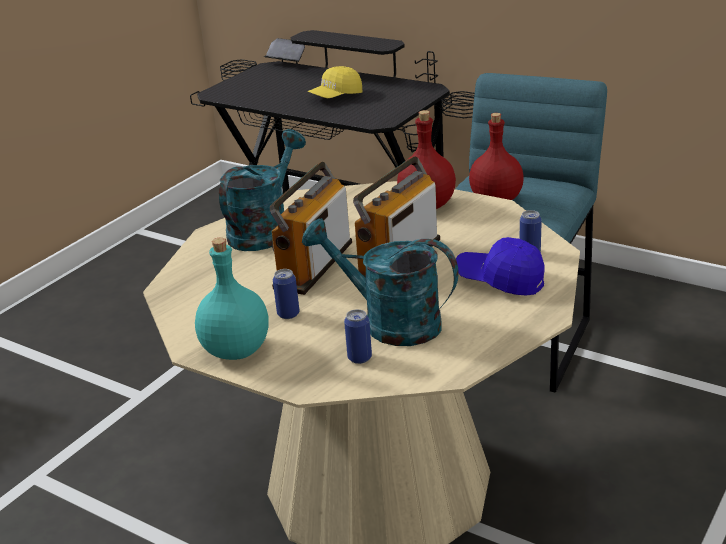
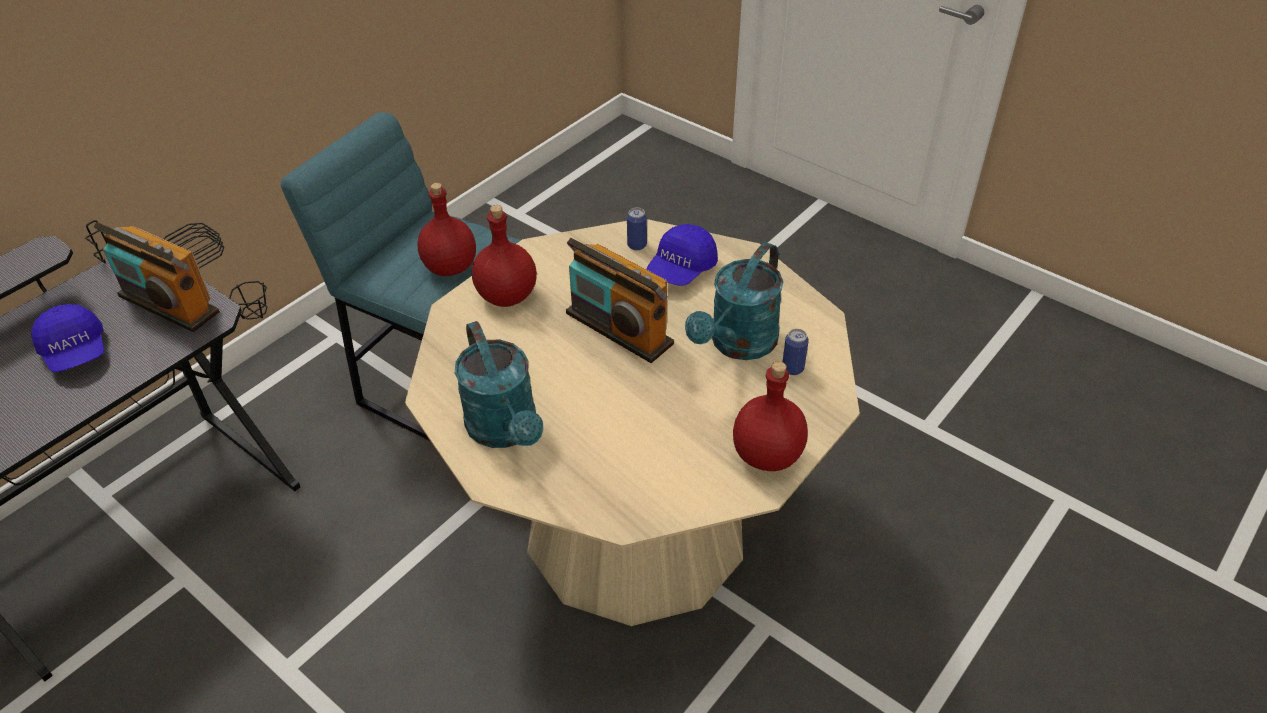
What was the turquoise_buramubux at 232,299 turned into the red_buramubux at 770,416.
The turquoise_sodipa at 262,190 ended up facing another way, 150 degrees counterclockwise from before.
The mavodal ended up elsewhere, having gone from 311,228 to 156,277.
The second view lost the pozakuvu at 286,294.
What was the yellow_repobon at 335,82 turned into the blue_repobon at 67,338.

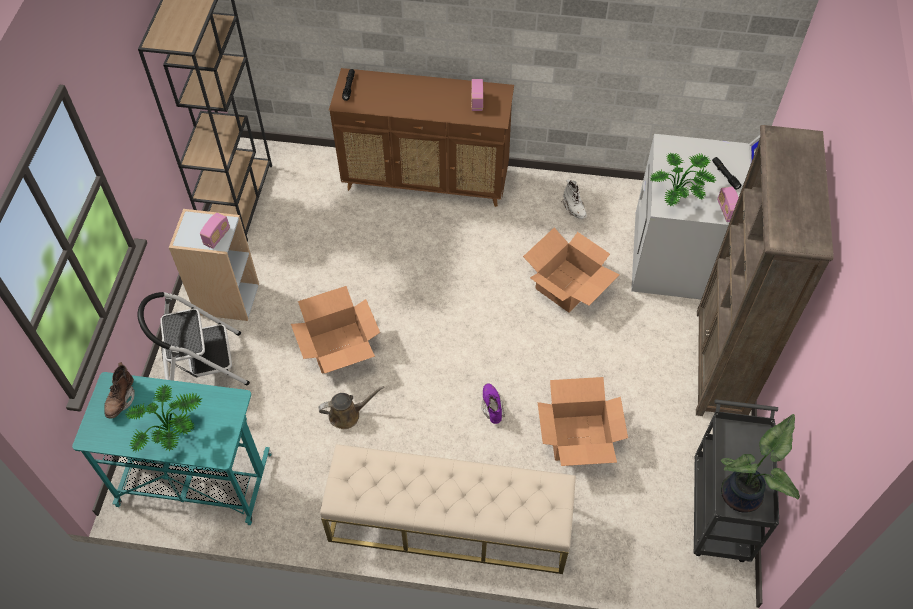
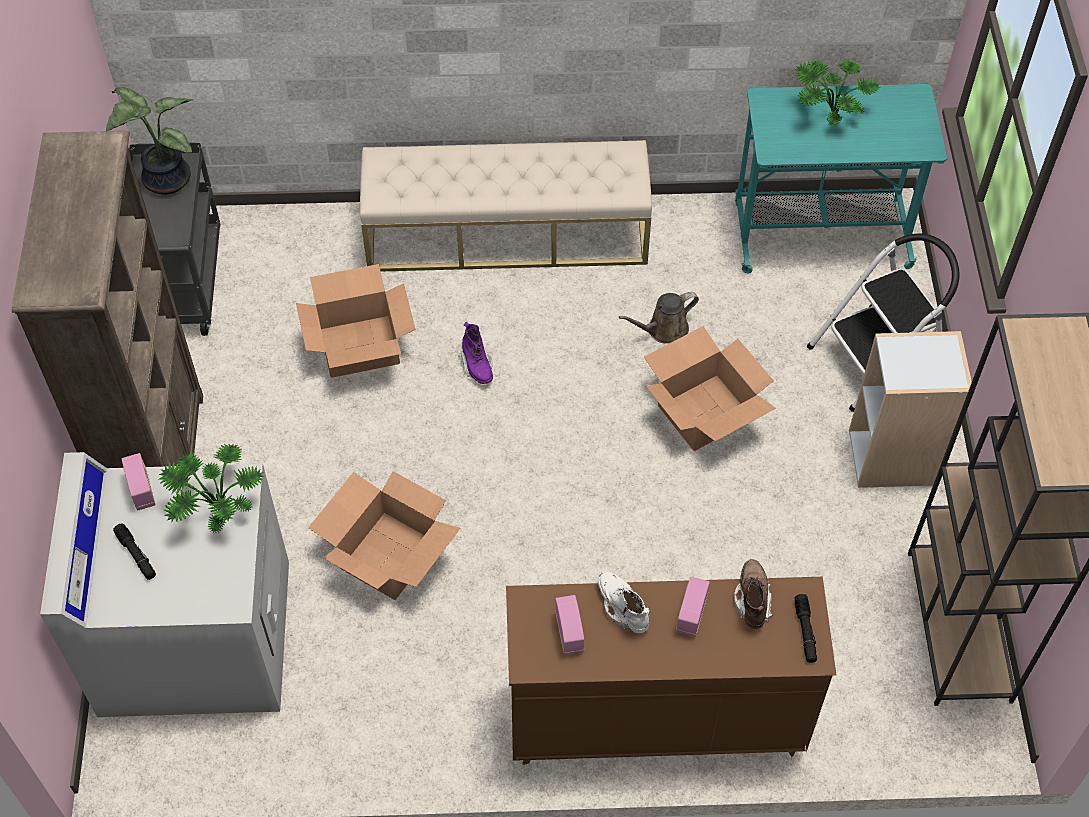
The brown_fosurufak ended up elsewhere, having gone from 119,390 to 753,594.
The mavodal ended up elsewhere, having gone from 215,231 to 693,607.
The white_fosurufak ended up elsewhere, having gone from 574,199 to 624,602.

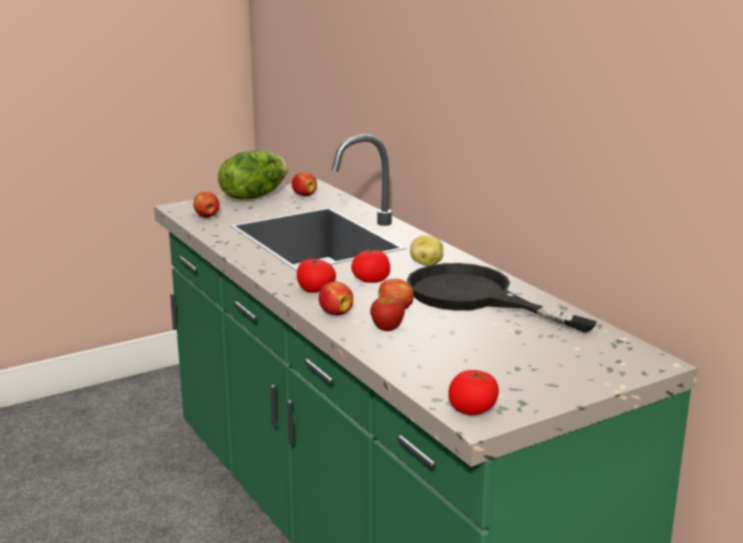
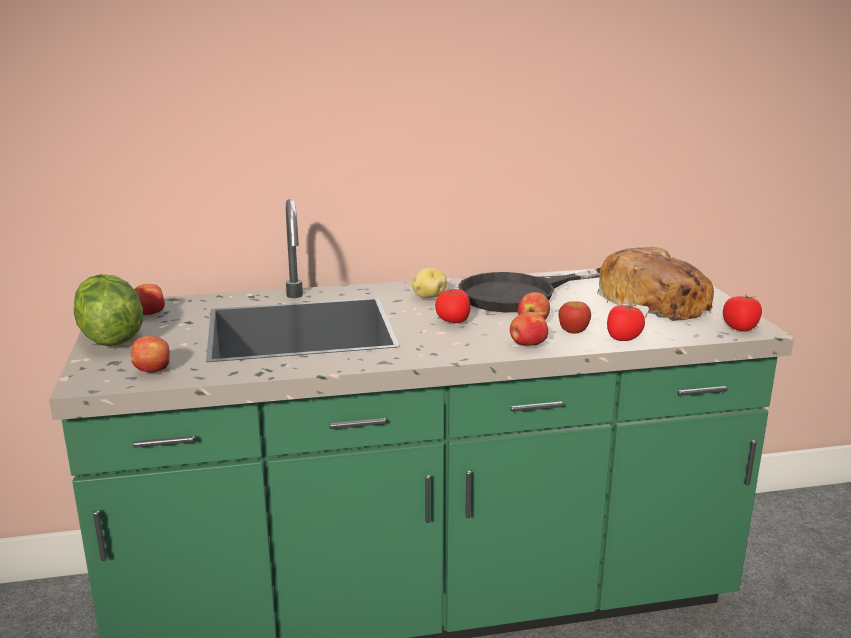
The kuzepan ended up elsewhere, having gone from 316,276 to 626,323.
The second view gained the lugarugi at 655,284.

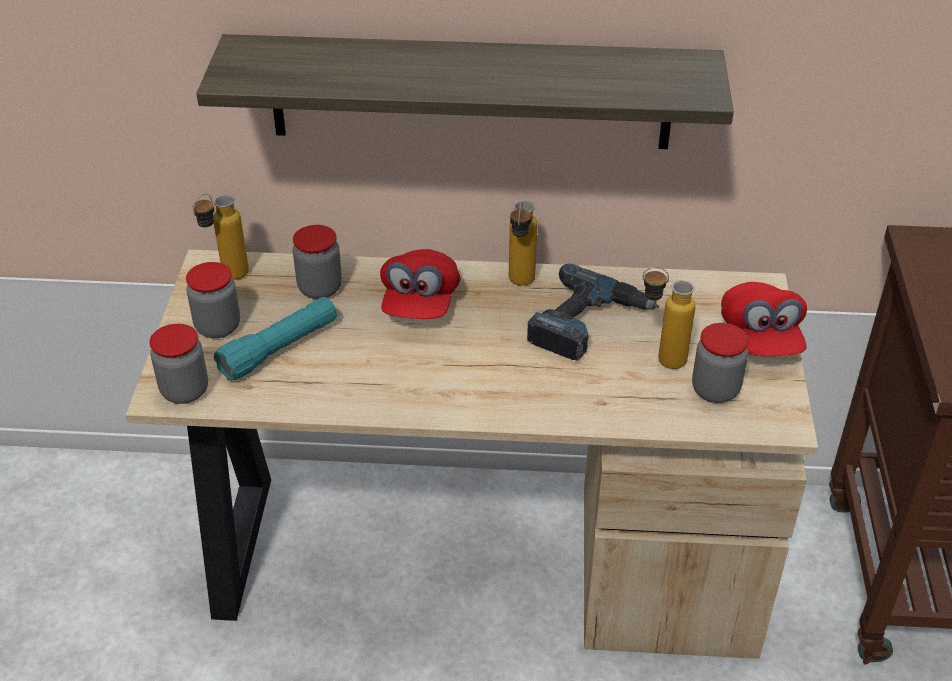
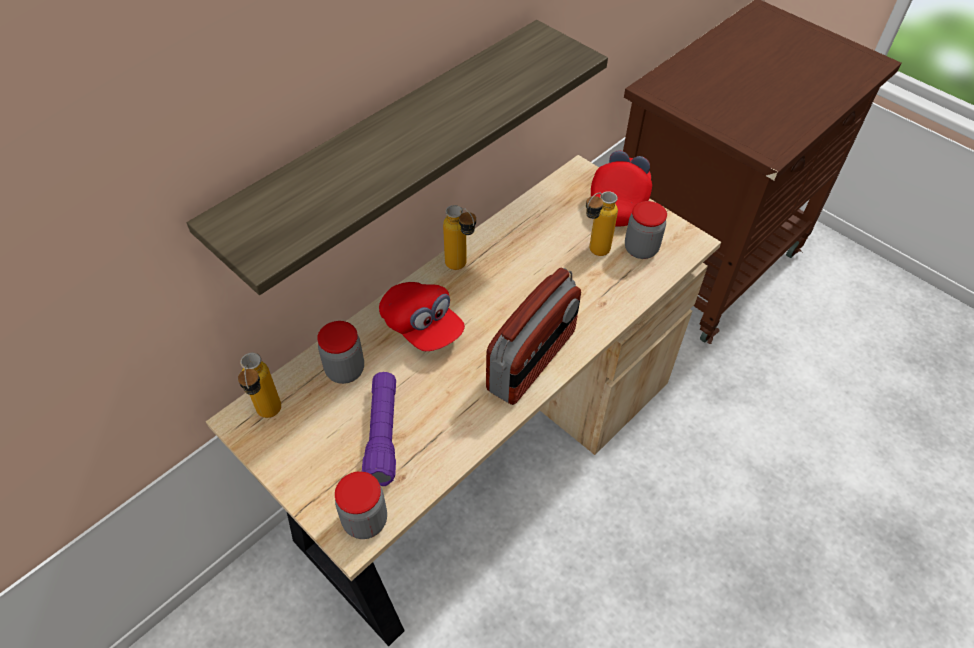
The second view lost the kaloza at 213,300.
What was the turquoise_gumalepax at 275,339 turned into the purple_gumalepax at 379,429.
The second view lost the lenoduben at 593,312.
The red_repobon at 764,319 ended up facing another way, 105 degrees counterclockwise from before.
The second view gained the mavodal at 533,336.

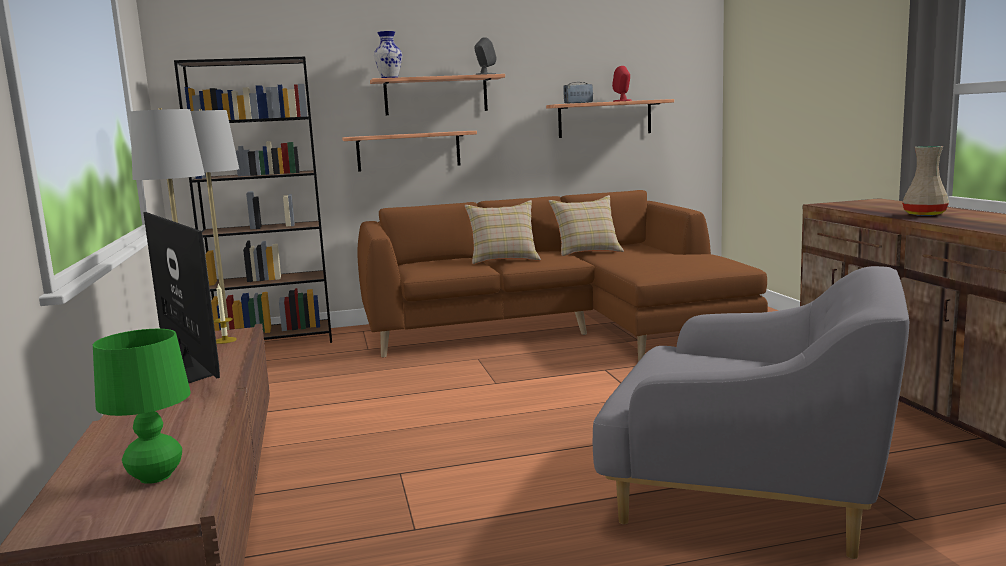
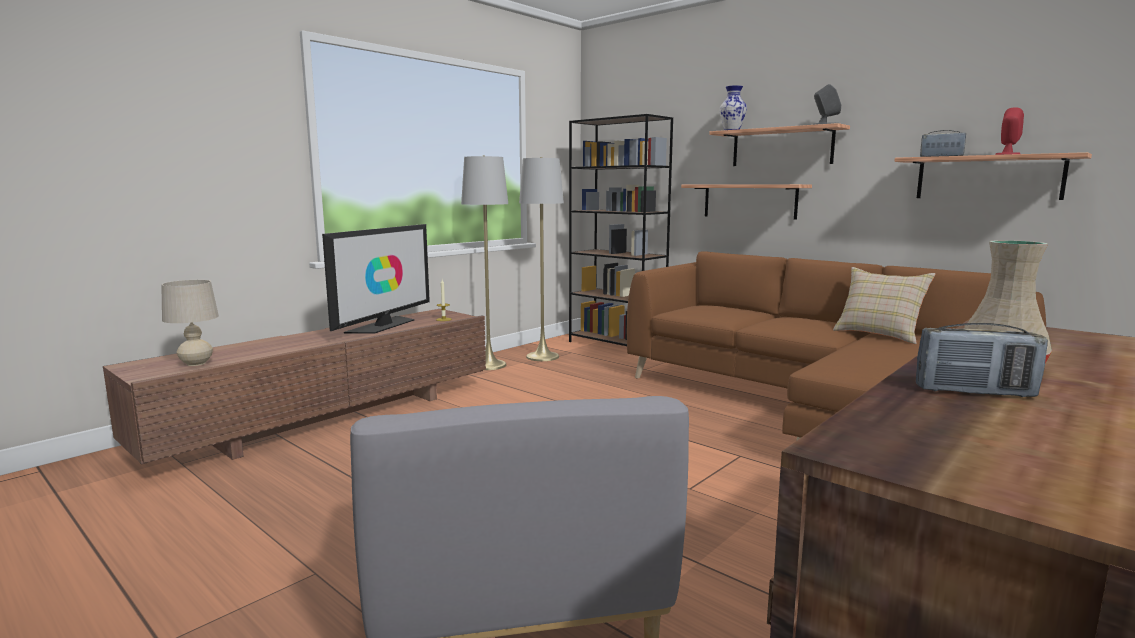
What was the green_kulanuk at 142,406 turned into the beige_kulanuk at 190,323.
The second view lost the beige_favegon at 503,232.
The second view gained the mavodal at 982,360.

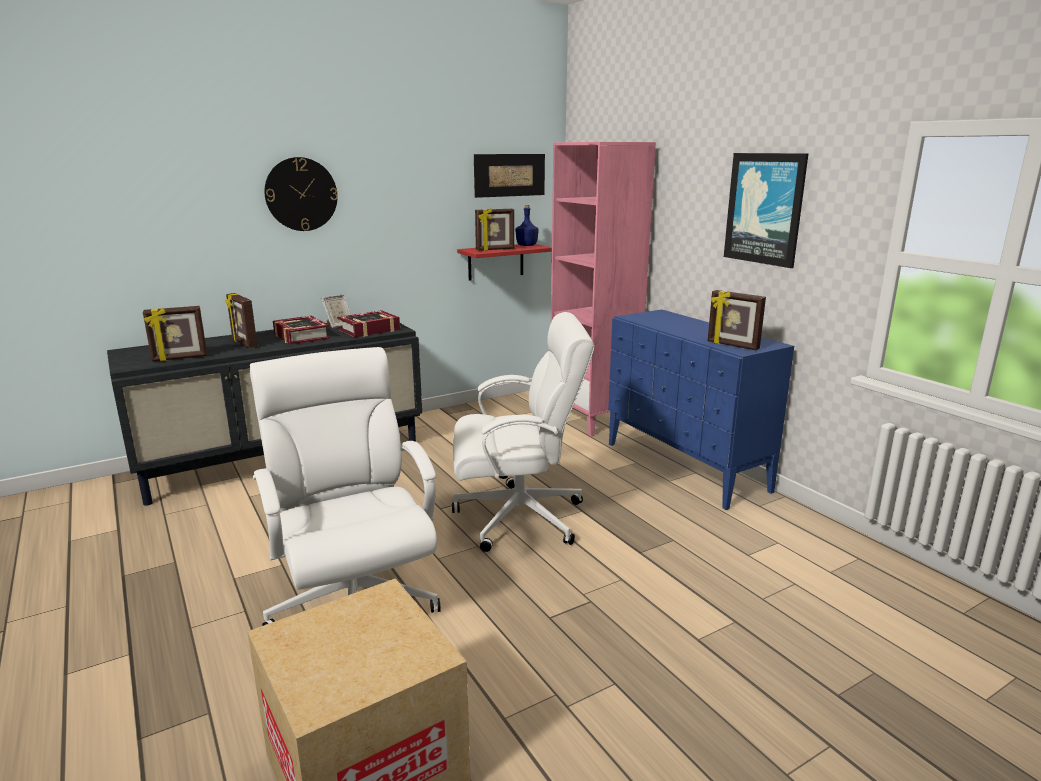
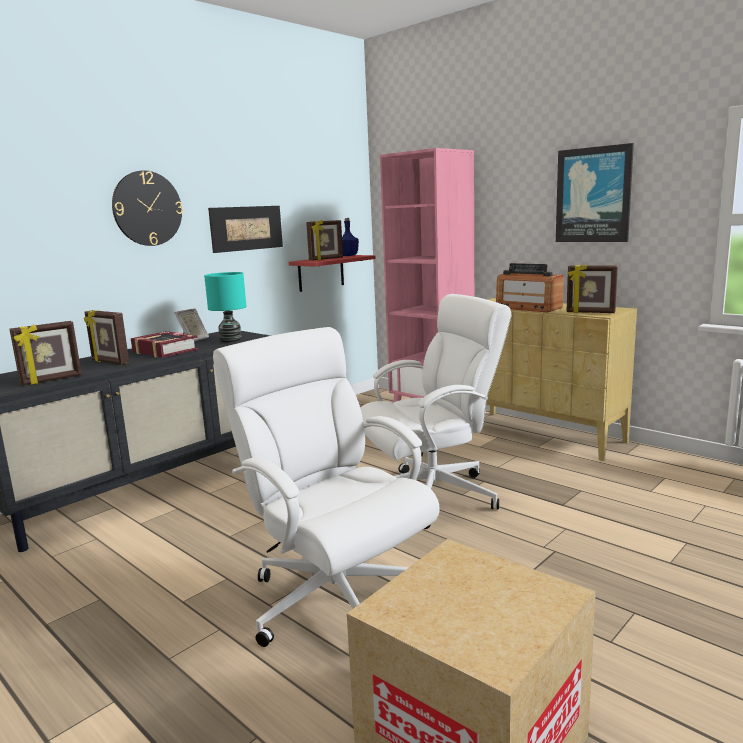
Where the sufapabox stood at 368,323, the turquoise_kulanuk came to stand at 225,307.
The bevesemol ended up elsewhere, having gone from 509,176 to 245,229.
What was the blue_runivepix at 701,409 turned into the beige_runivepix at 561,379.
The second view gained the mavodal at 530,288.

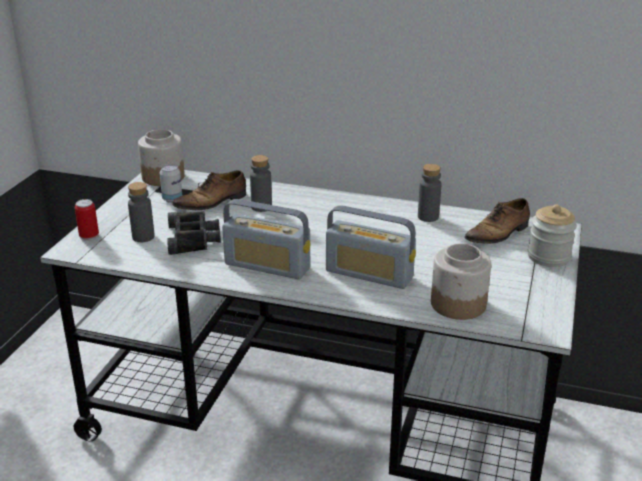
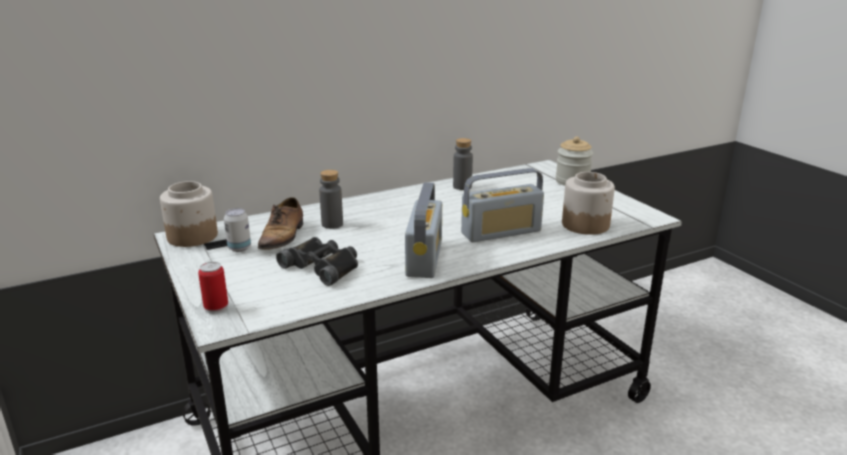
The second view lost the grey_buramubux at 141,212.
The mavodal at 266,239 ended up facing another way, 60 degrees counterclockwise from before.
The second view lost the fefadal at 497,221.

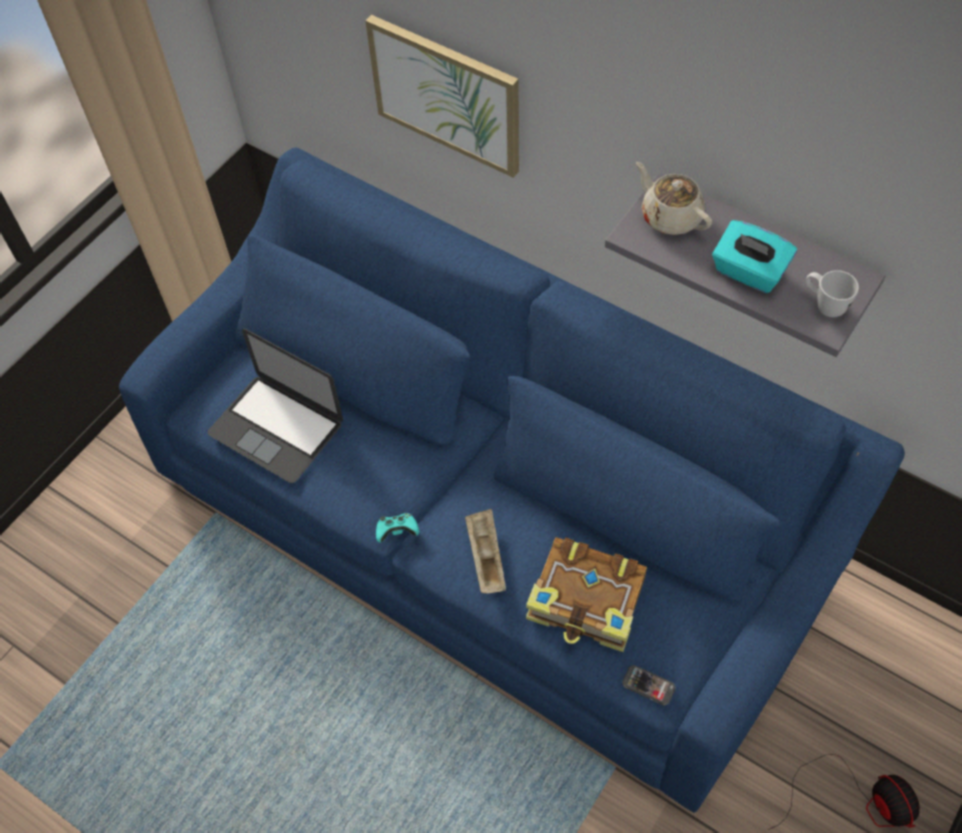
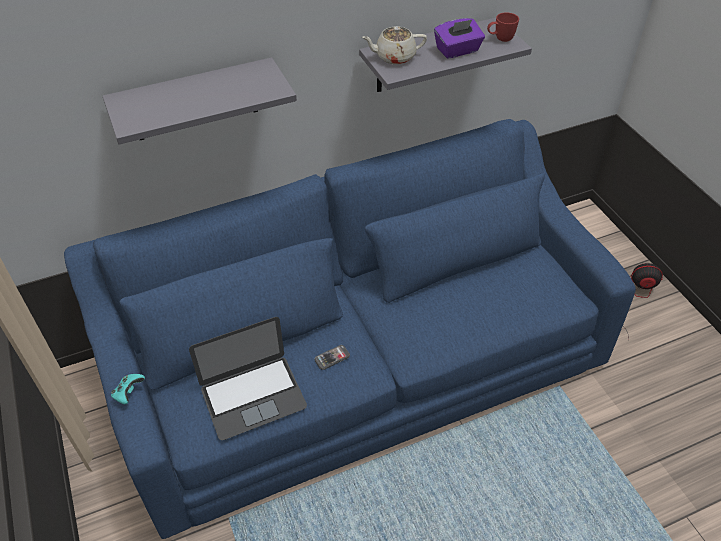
Where the bevesemol hung at 442,96, the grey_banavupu came to hang at 200,100.
The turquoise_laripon ended up elsewhere, having gone from 397,528 to 128,389.
The second view lost the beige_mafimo at 485,551.
The second view lost the sufapabox at 586,594.
The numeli ended up elsewhere, having gone from 648,685 to 332,357.
What was the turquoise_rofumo at 754,256 turned into the purple_rofumo at 459,38.
What was the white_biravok at 832,293 turned into the red_biravok at 503,27.

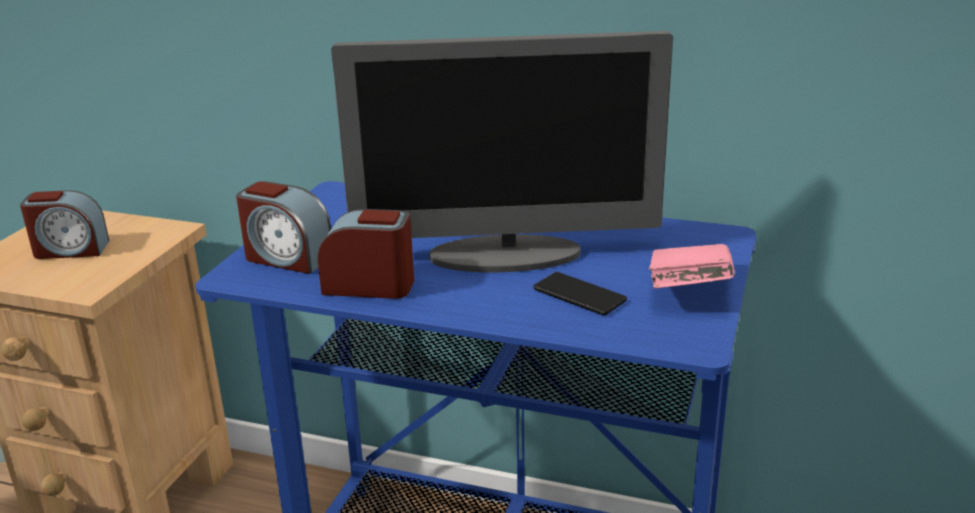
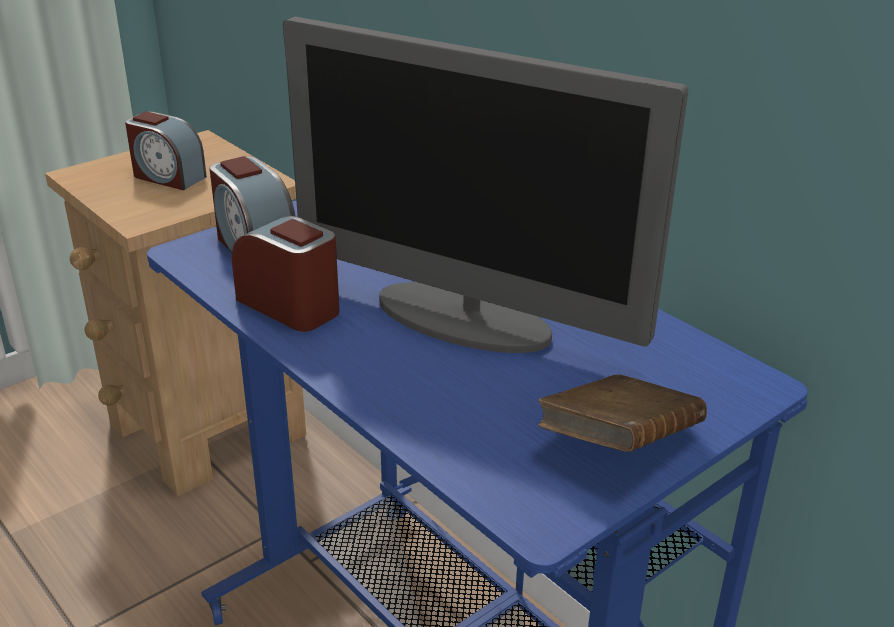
The second view lost the numeli at 580,293.
What was the pink_sufapabox at 691,266 turned into the brown_sufapabox at 622,413.

